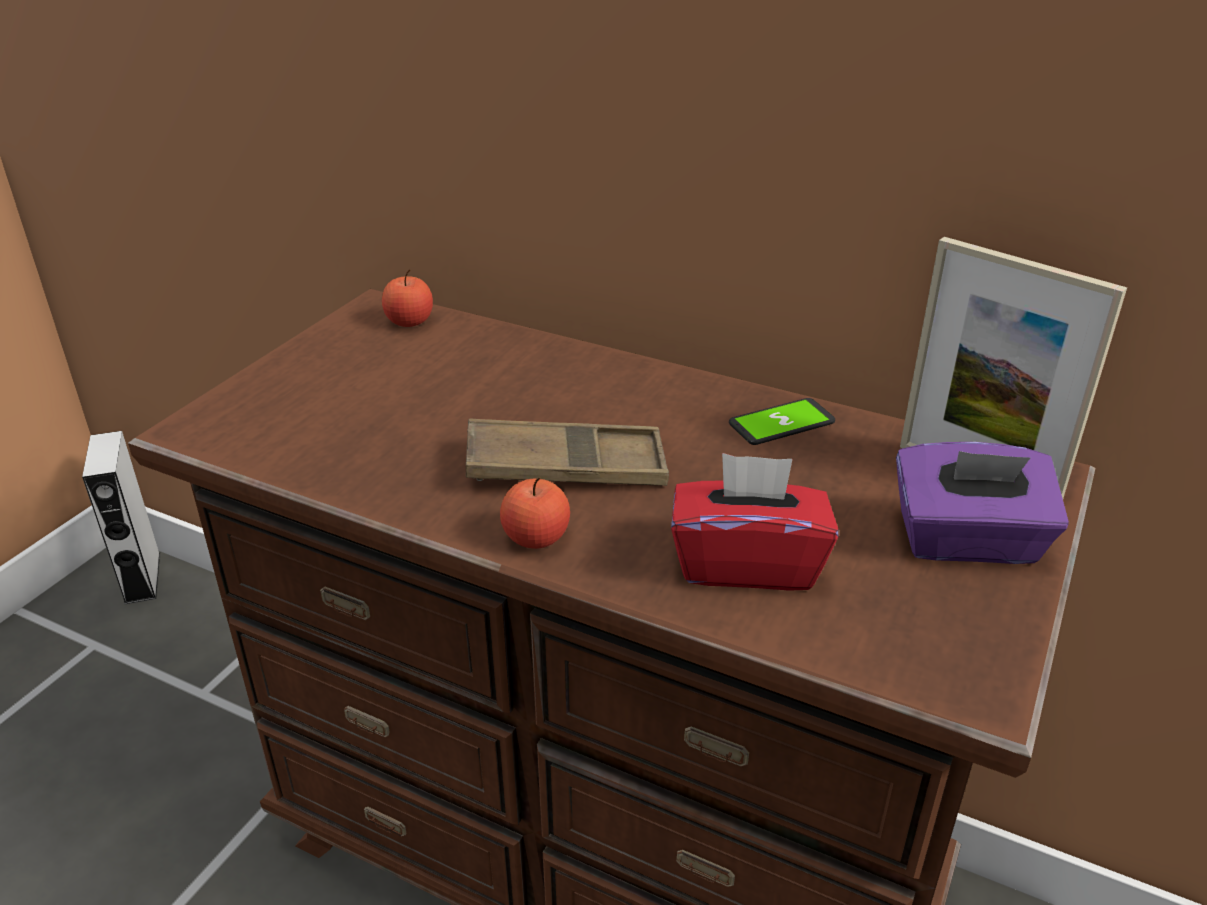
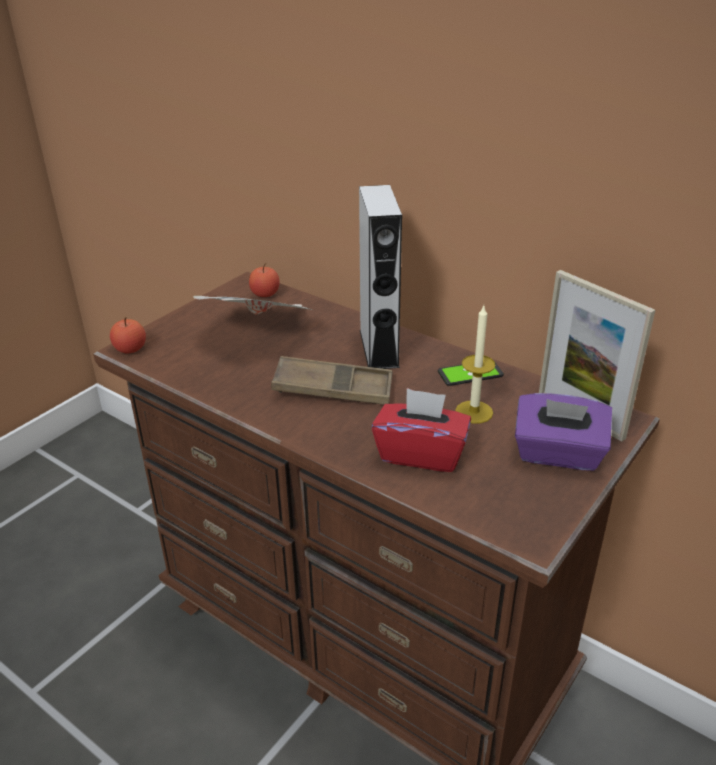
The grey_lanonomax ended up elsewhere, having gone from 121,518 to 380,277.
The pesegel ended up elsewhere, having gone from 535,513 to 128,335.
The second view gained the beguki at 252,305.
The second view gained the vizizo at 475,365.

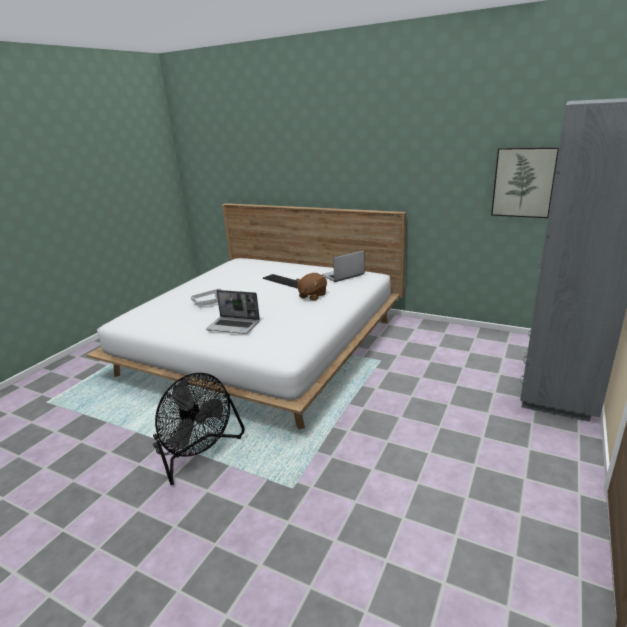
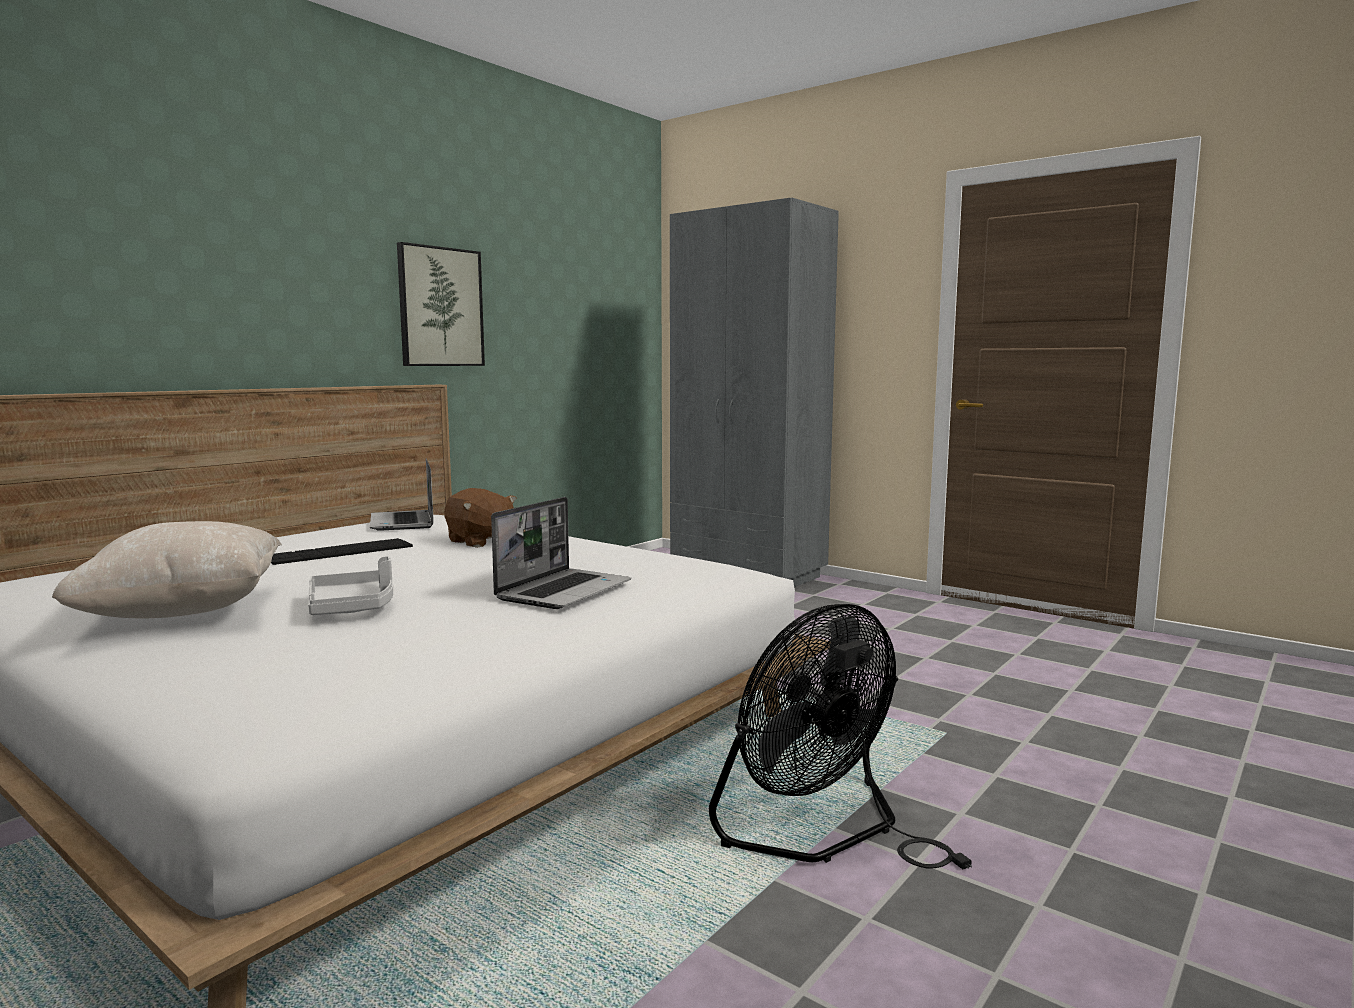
The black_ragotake at 198,429 ended up facing another way, 90 degrees counterclockwise from before.
The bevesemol ended up elsewhere, having gone from 525,182 to 441,304.
The second view gained the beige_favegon at 167,570.

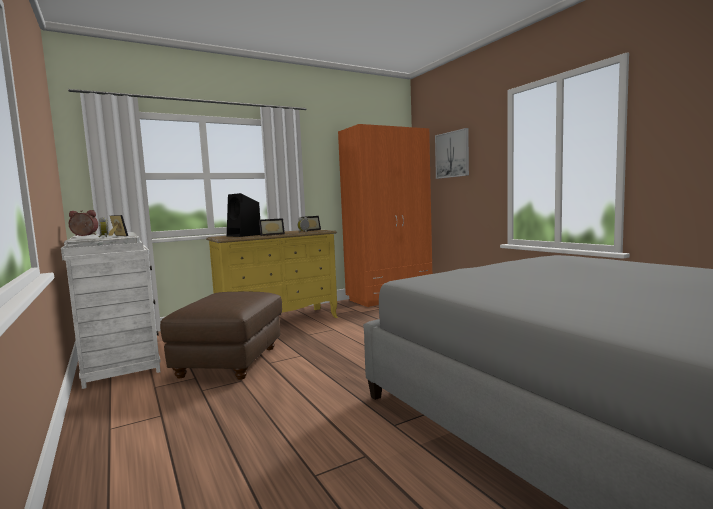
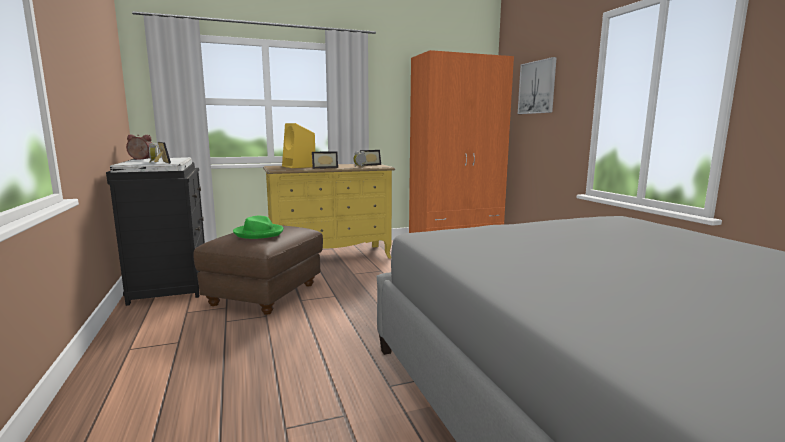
What was the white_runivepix at 111,310 turned into the black_runivepix at 155,231.
What was the black_lanonomax at 243,215 turned into the yellow_lanonomax at 298,145.
The second view gained the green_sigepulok at 258,227.

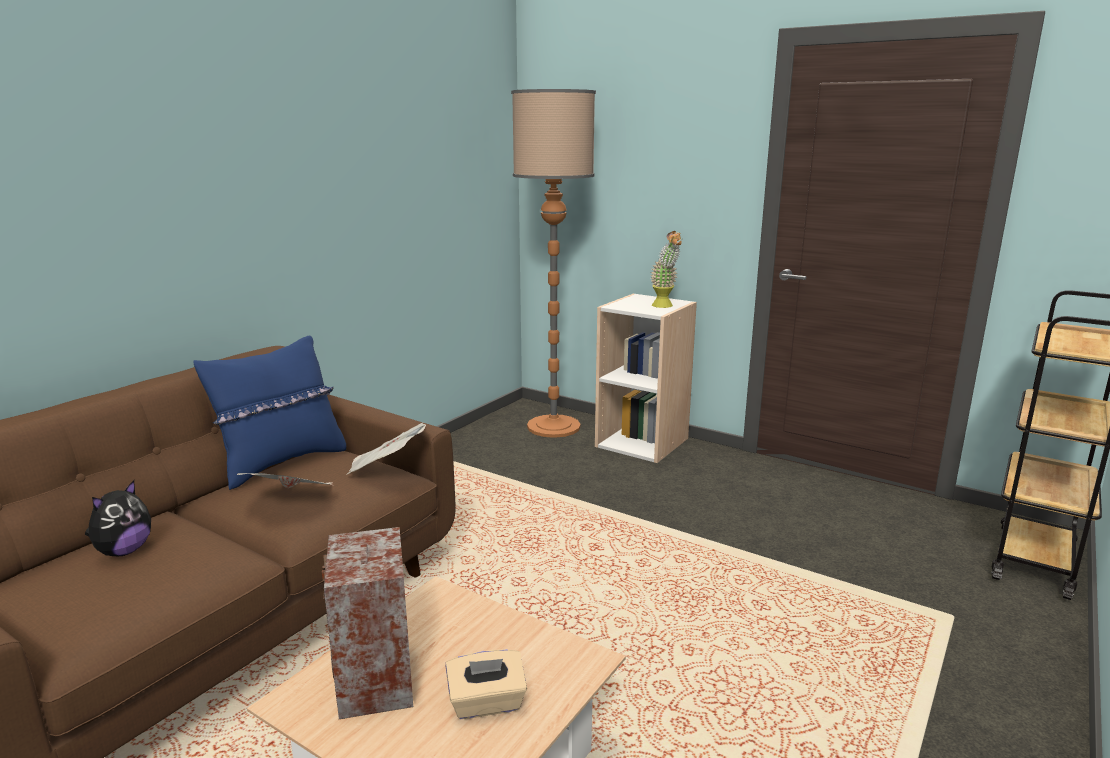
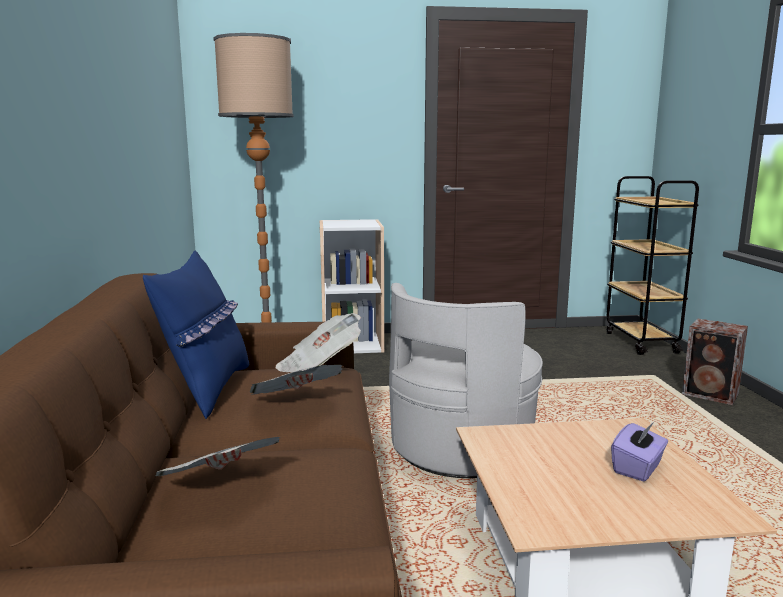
Where the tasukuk stood at 118,518, the beguki came to stand at 217,456.
The lanonomax ended up elsewhere, having gone from 367,623 to 715,362.
What was the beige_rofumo at 486,684 turned into the purple_rofumo at 639,452.
The second view lost the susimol at 666,269.
The second view gained the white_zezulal at 466,380.

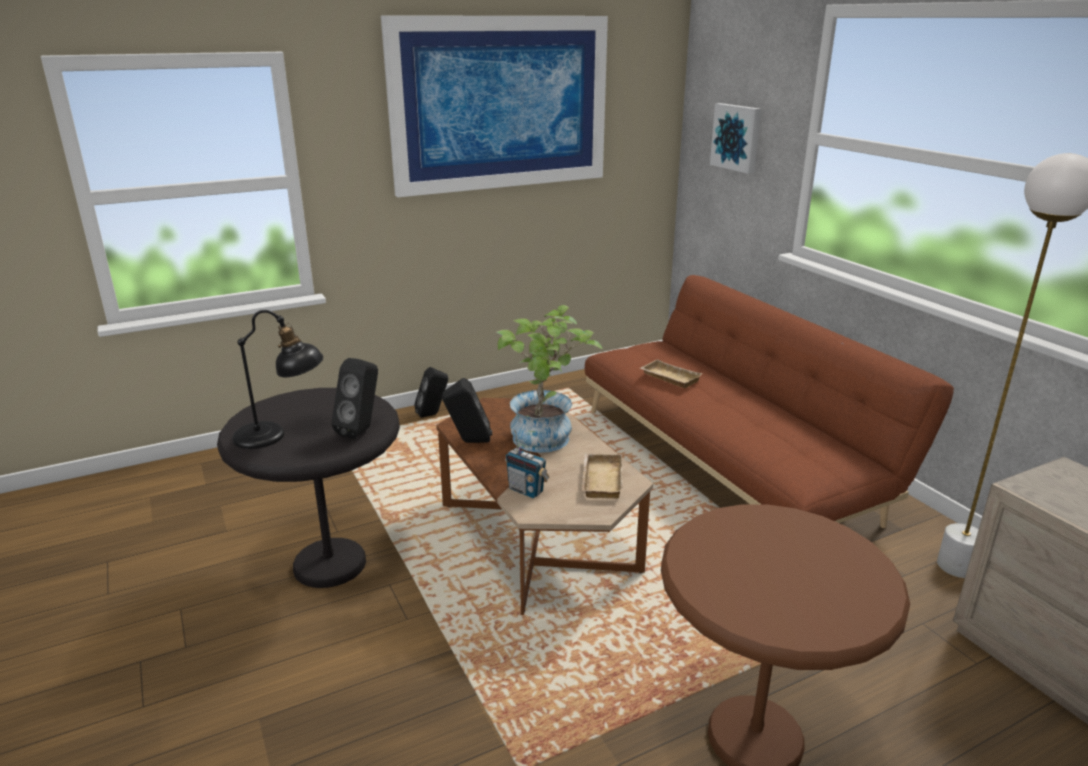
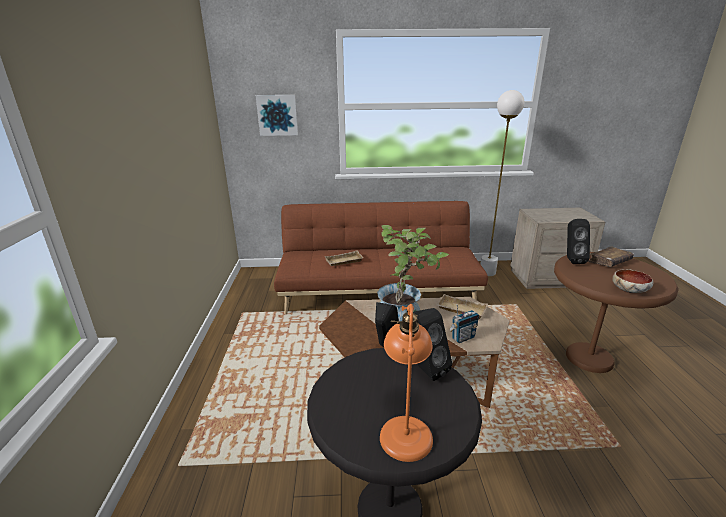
What was the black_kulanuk at 277,379 turned into the orange_kulanuk at 406,383.
The second view lost the bevesemol at 494,106.
The black_lanonomax ended up elsewhere, having gone from 431,392 to 578,241.
The second view gained the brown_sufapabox at 611,256.
The second view gained the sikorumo at 632,281.

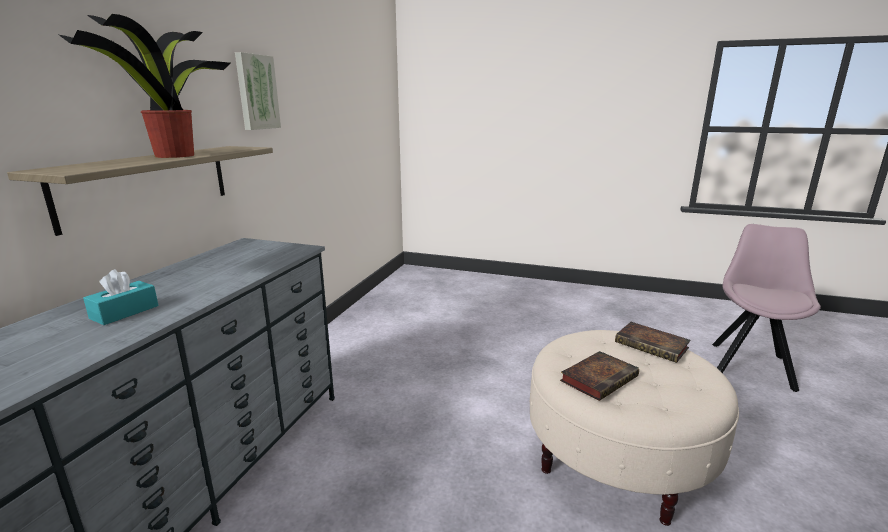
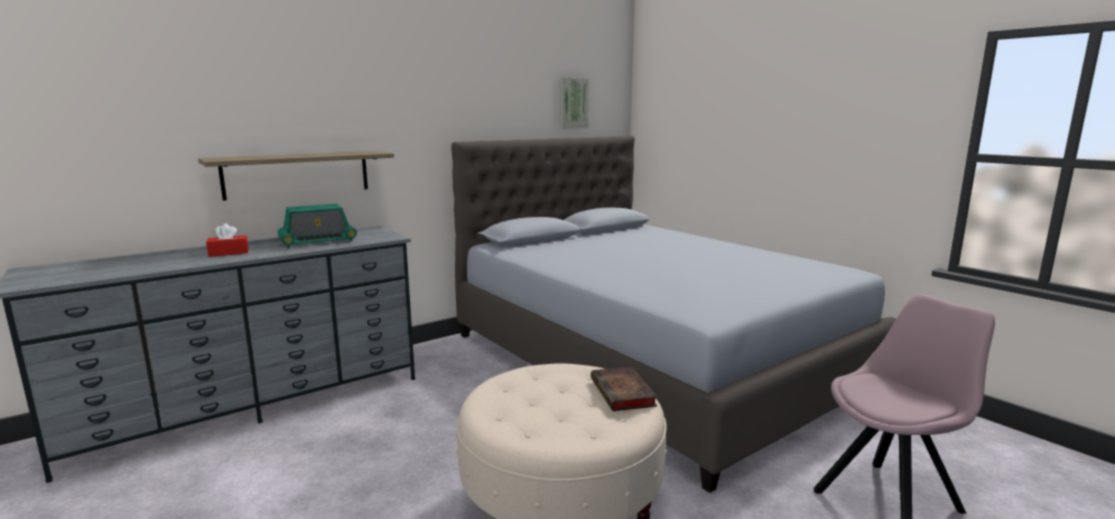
The second view lost the susimol at 145,86.
What was the turquoise_rofumo at 121,297 turned into the red_rofumo at 227,240.
The bevesemol ended up elsewhere, having gone from 258,91 to 574,102.
The second view lost the sufapabox at 599,376.
The second view gained the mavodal at 317,226.
The second view gained the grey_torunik at 673,314.

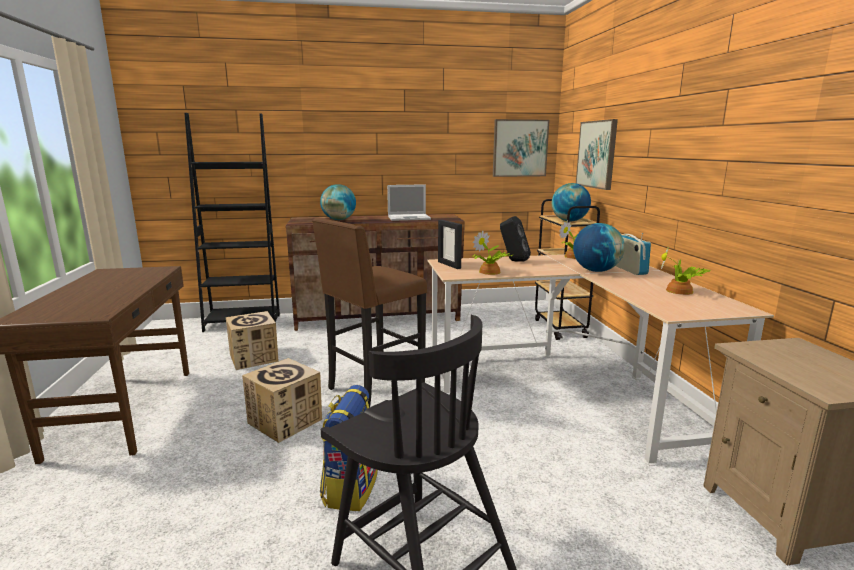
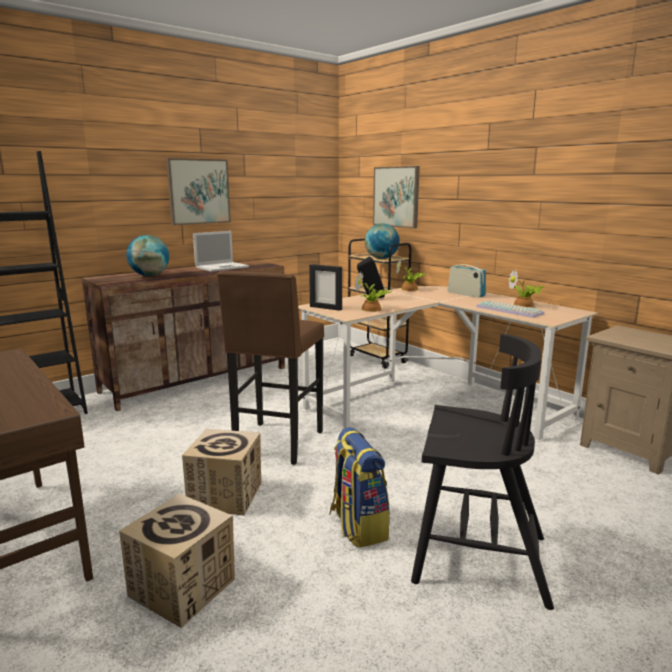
The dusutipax ended up elsewhere, having gone from 252,340 to 177,561.
The bevesemol ended up elsewhere, having gone from 521,148 to 198,191.
The second view lost the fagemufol at 599,247.
The second view gained the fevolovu at 510,309.

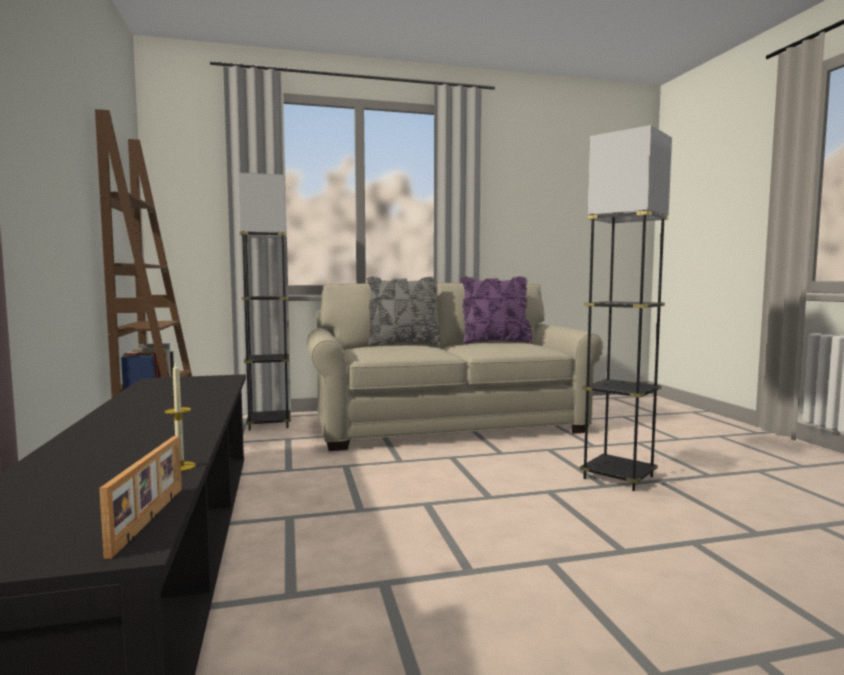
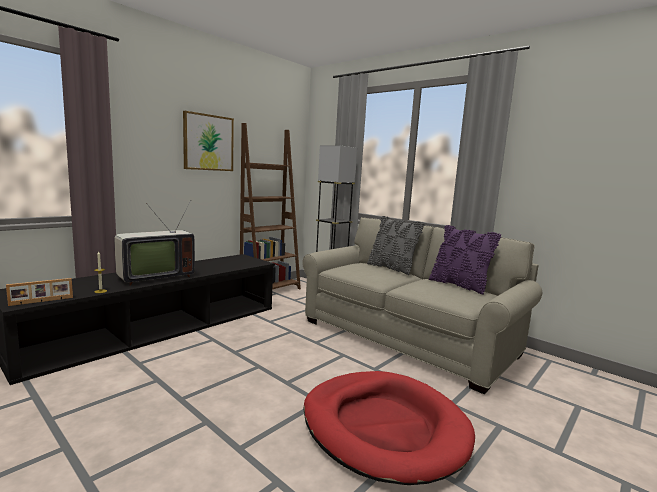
Where the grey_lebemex stood at 626,308, the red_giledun came to stand at 389,428.
The second view gained the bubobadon at 154,243.
The second view gained the bevesemol at 208,141.

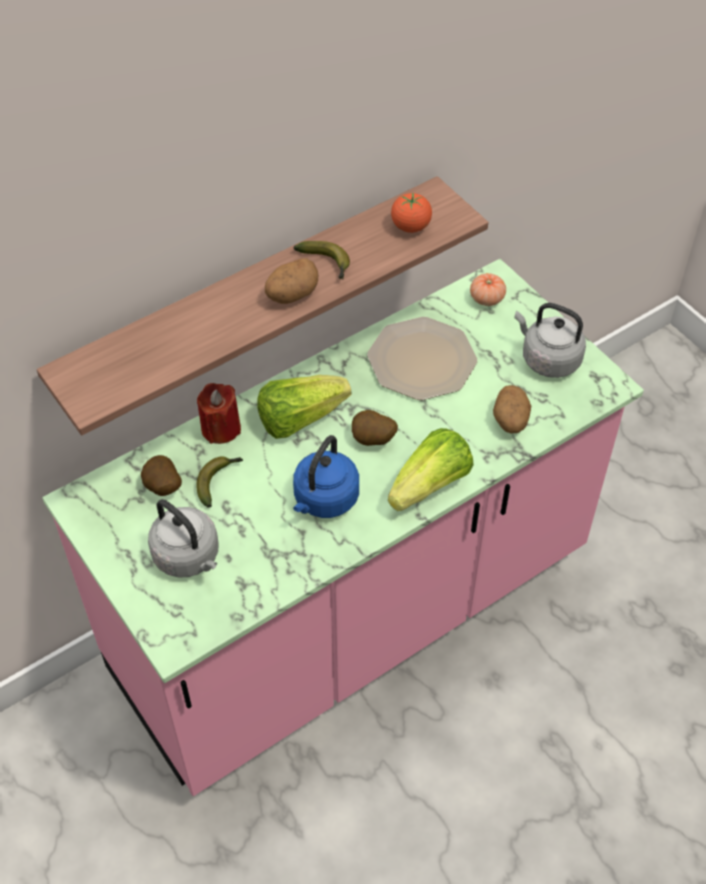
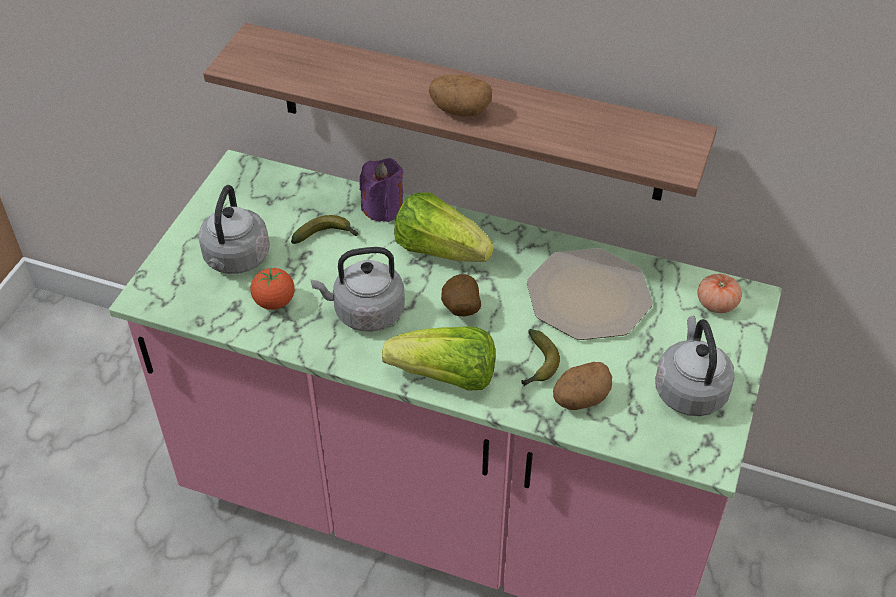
The second view lost the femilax at 161,475.
What was the red_vizizo at 219,413 turned into the purple_vizizo at 381,190.
What was the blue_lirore at 326,476 turned into the grey_lirore at 358,289.
The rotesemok ended up elsewhere, having gone from 322,260 to 540,357.
The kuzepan ended up elsewhere, having gone from 411,213 to 273,288.

